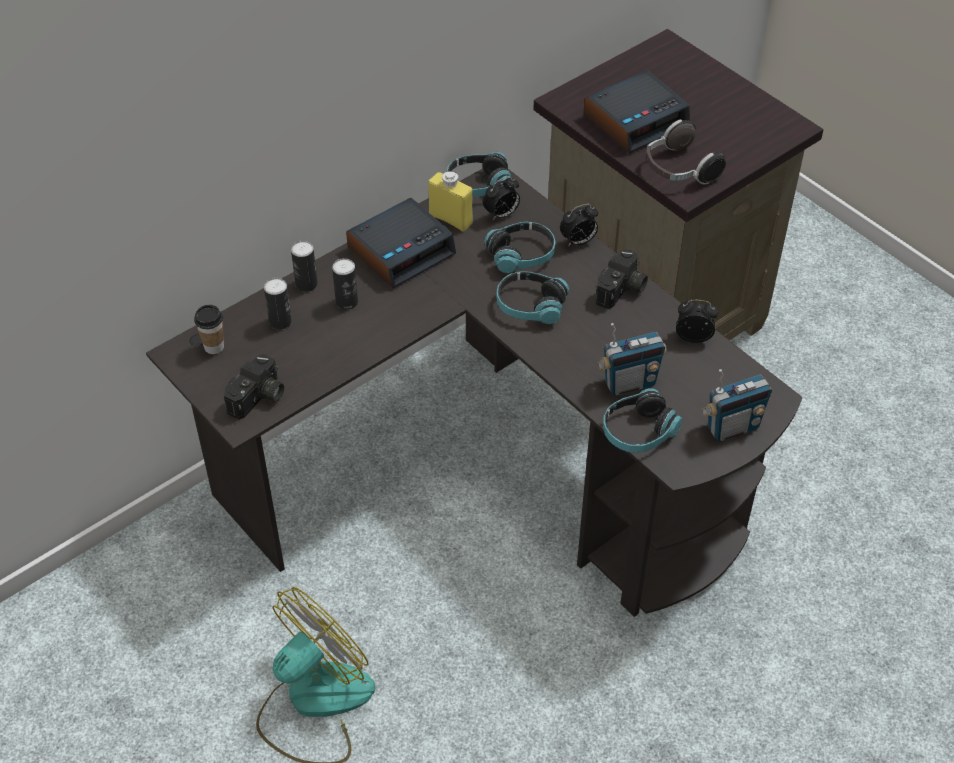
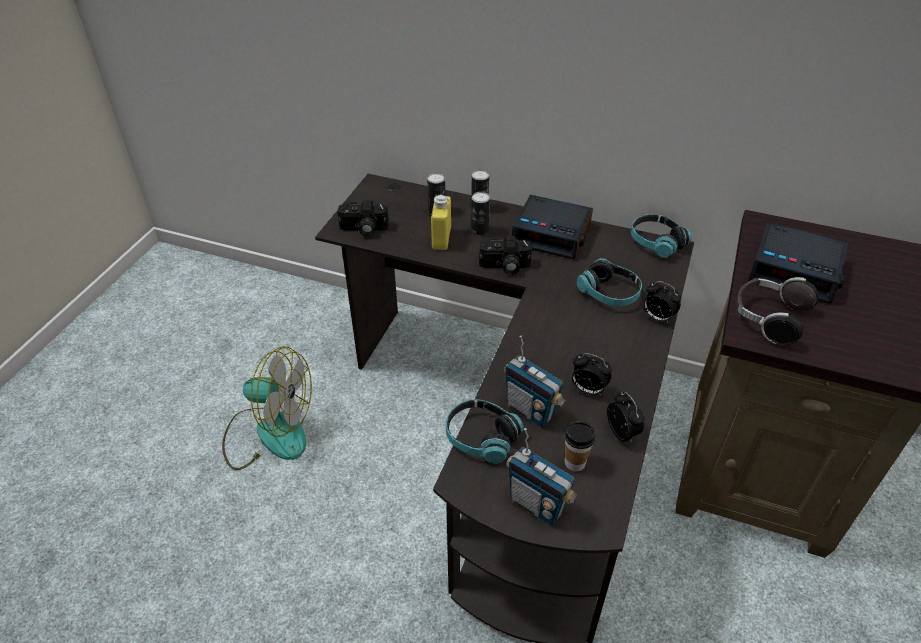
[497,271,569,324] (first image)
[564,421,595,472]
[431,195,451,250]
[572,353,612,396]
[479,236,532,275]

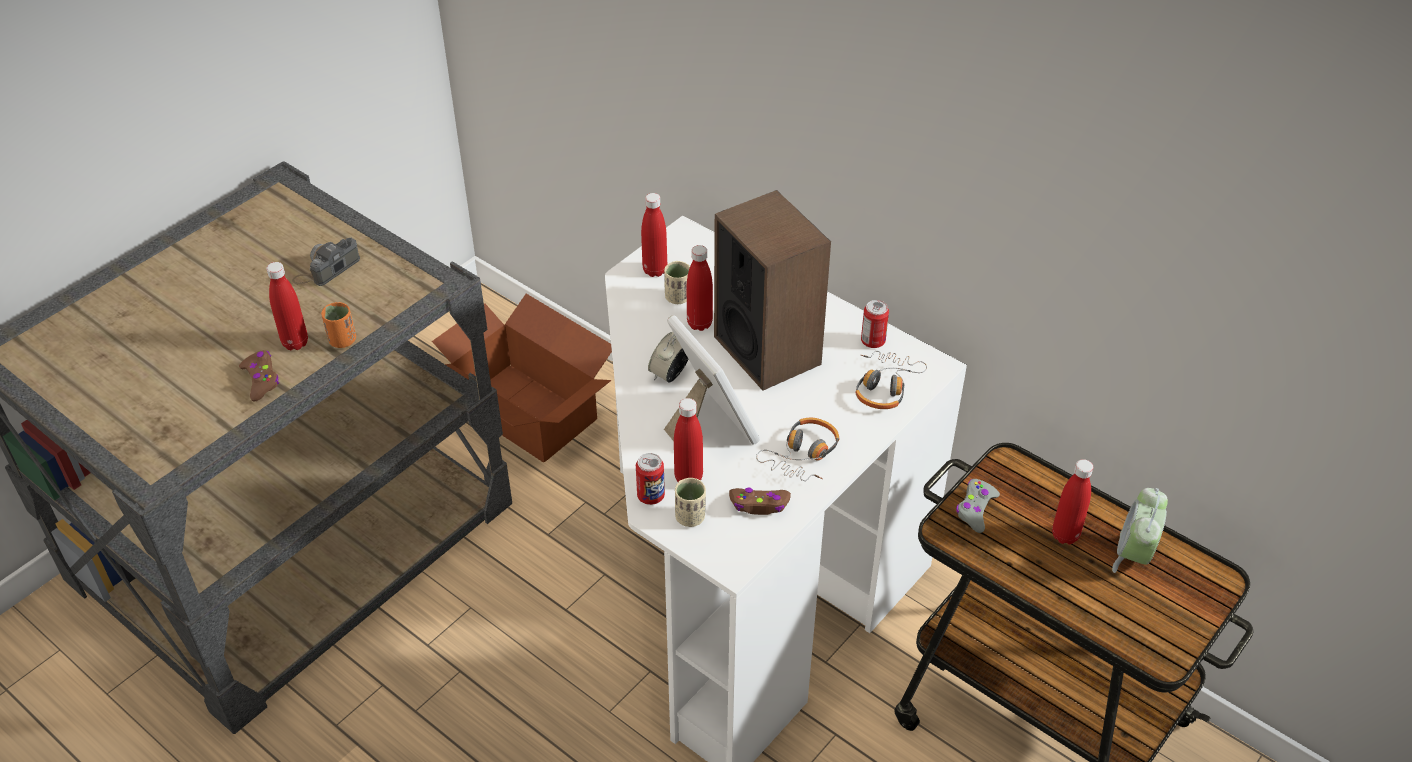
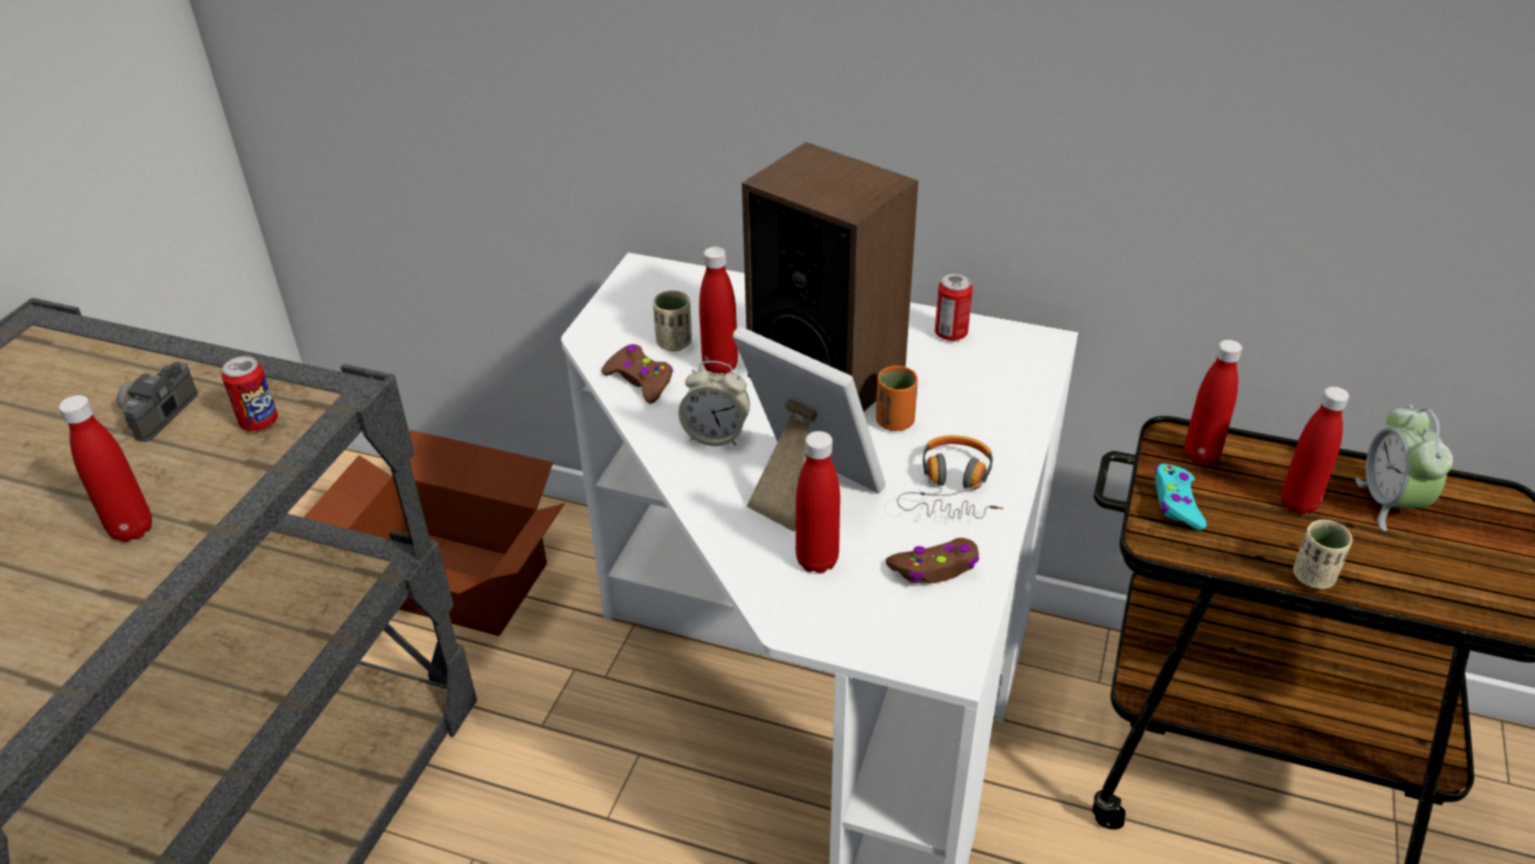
[855,351,927,409] (first image)
[601,344,673,404]
[876,366,918,431]
[221,356,278,431]
[1184,340,1242,465]
[1293,520,1353,589]
[1155,464,1207,530]
[679,361,750,446]

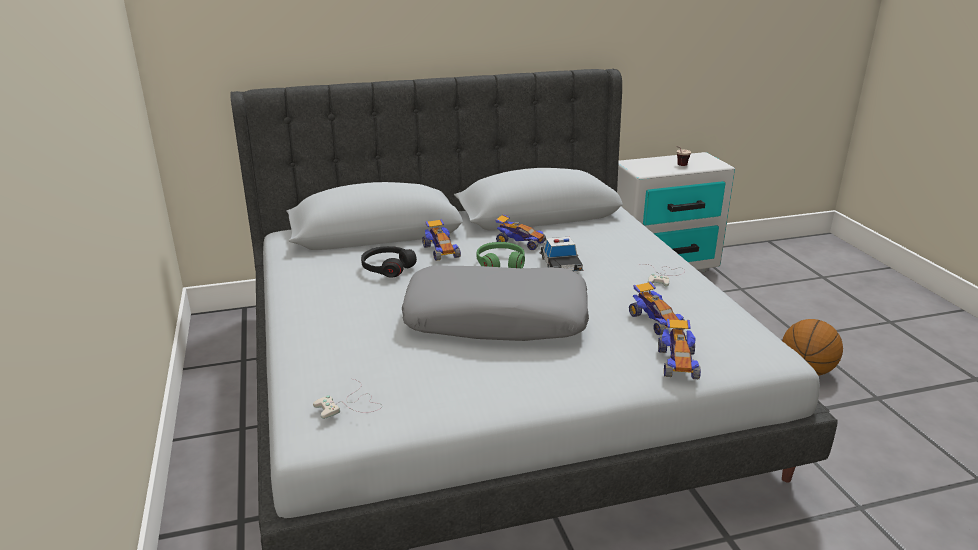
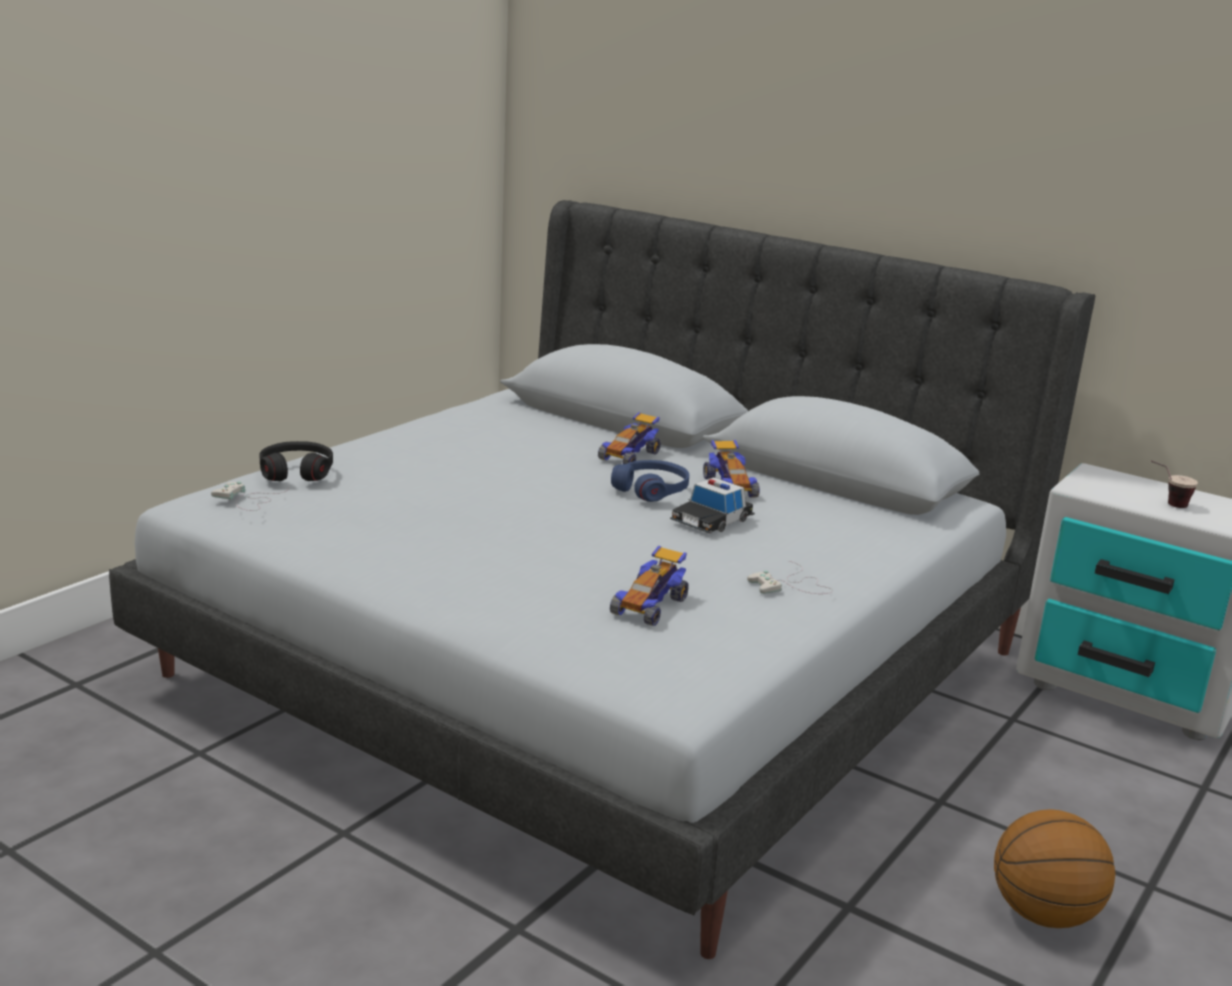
[402,265,589,341] (first image)
[658,319,701,379] (first image)
[260,441,333,481]
[611,460,689,502]

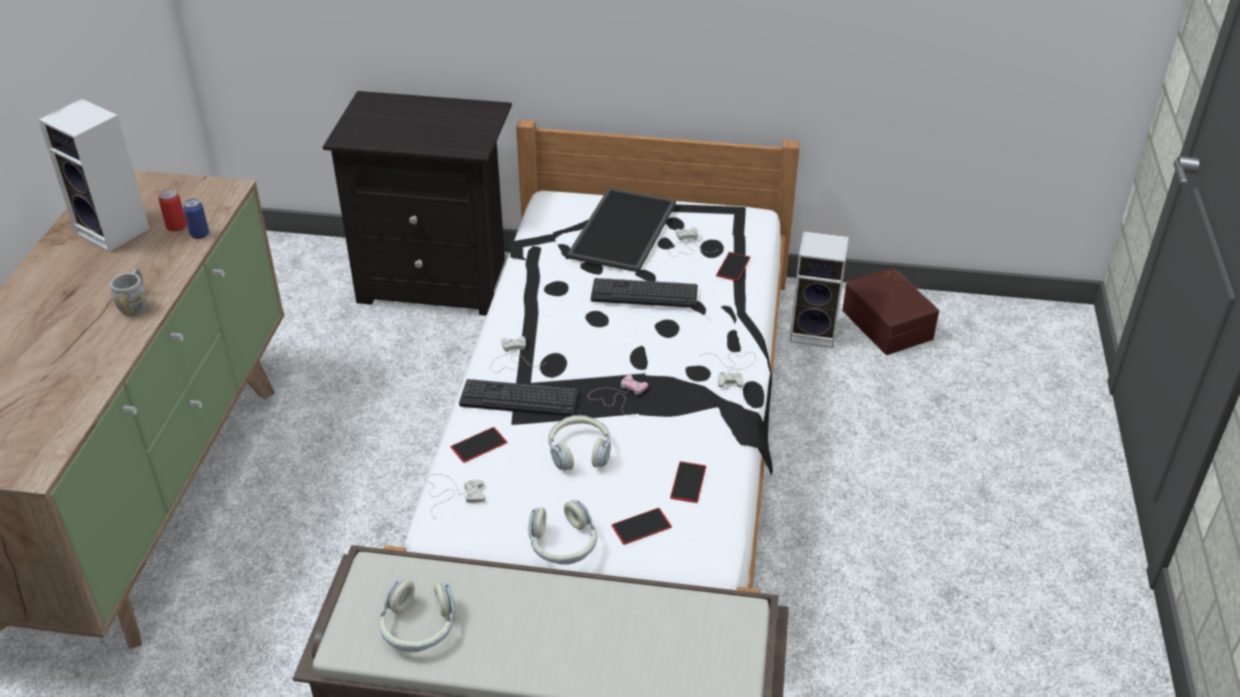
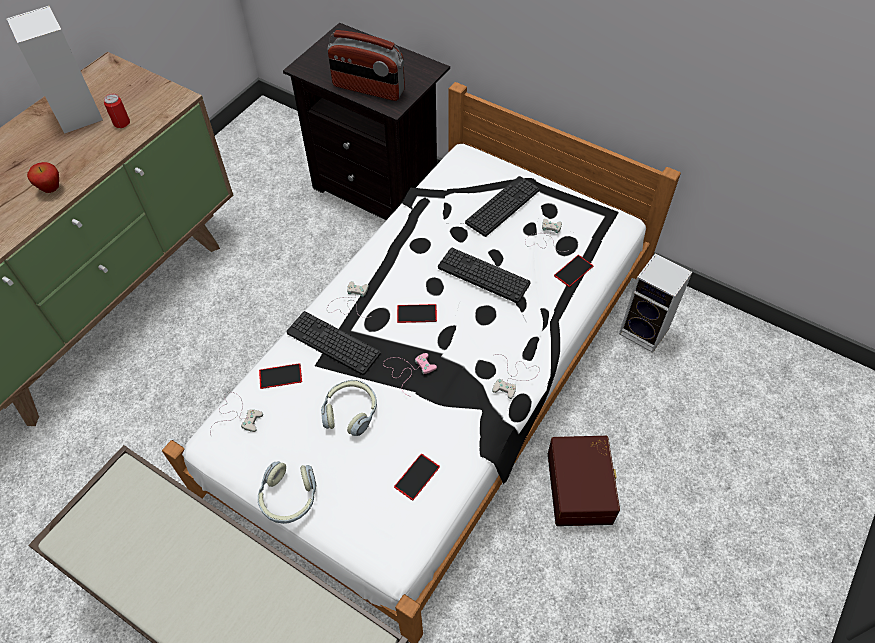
[183,198,209,239] (first image)
[379,579,455,652] (first image)
[327,30,405,101]
[397,304,437,323]
[548,436,620,526]
[27,162,59,193]
[465,176,539,237]

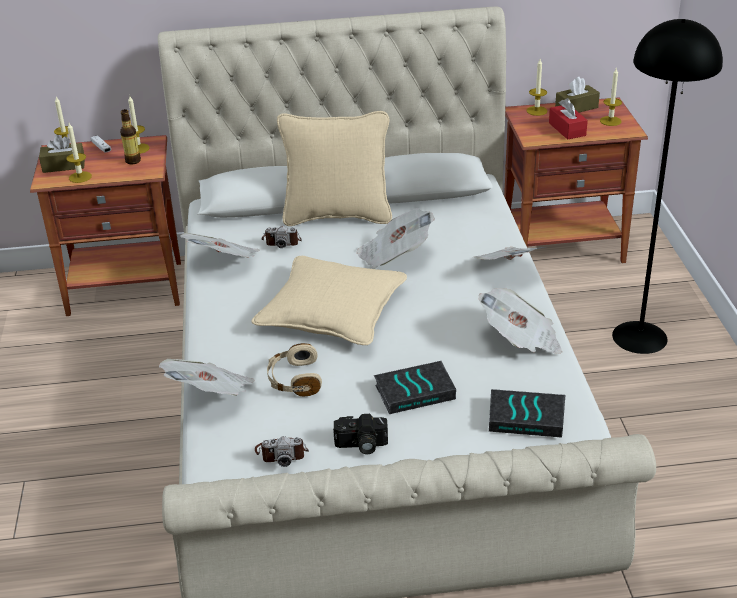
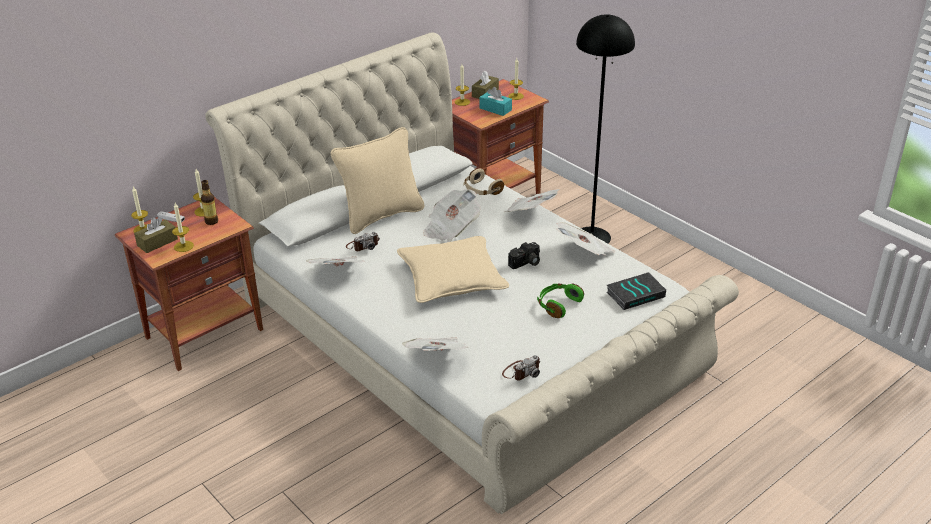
[464,169,504,195]
[508,242,540,269]
[537,284,584,318]
[479,87,512,116]

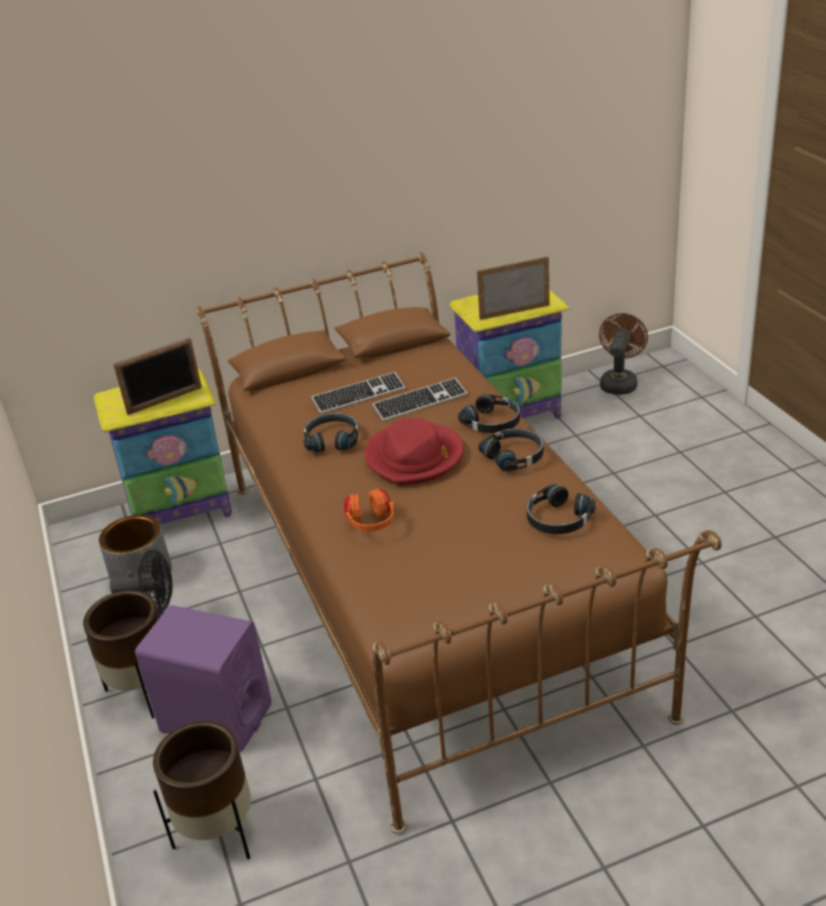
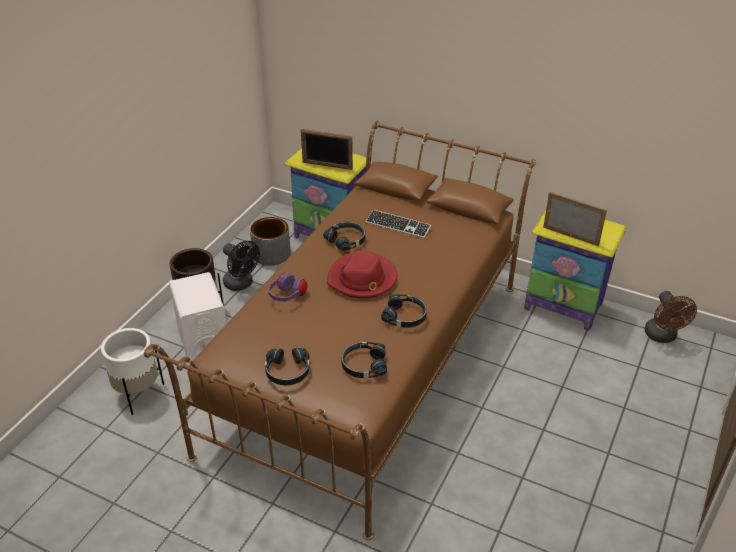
[372,378,467,421] (first image)
[265,348,309,385]
[169,272,227,365]
[101,328,164,415]
[268,272,307,302]
[645,291,697,343]

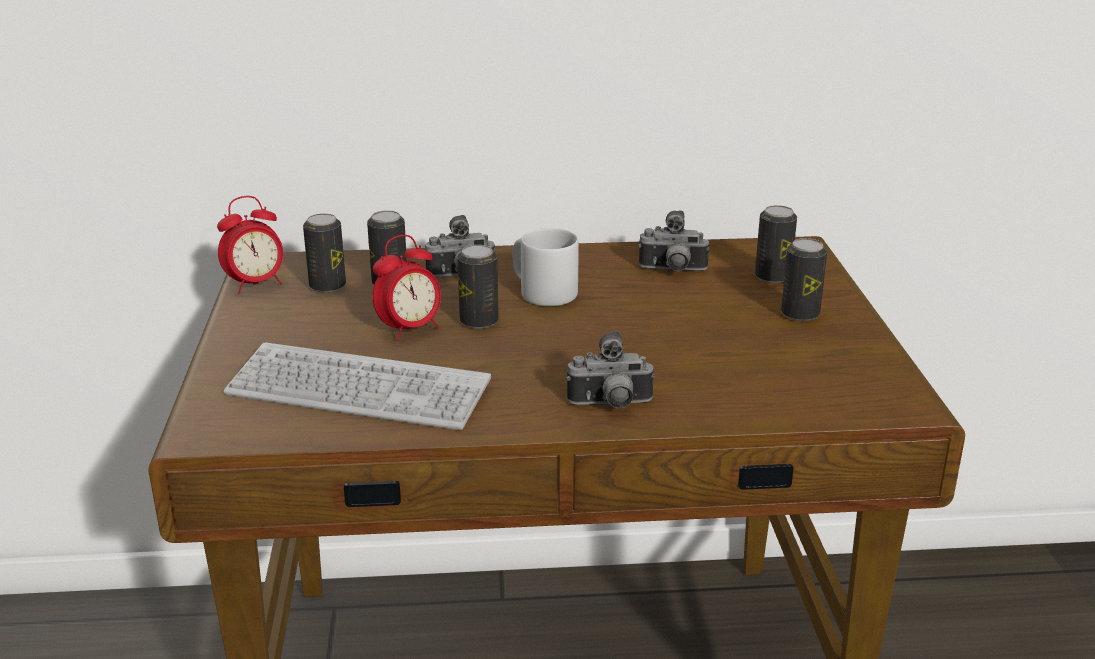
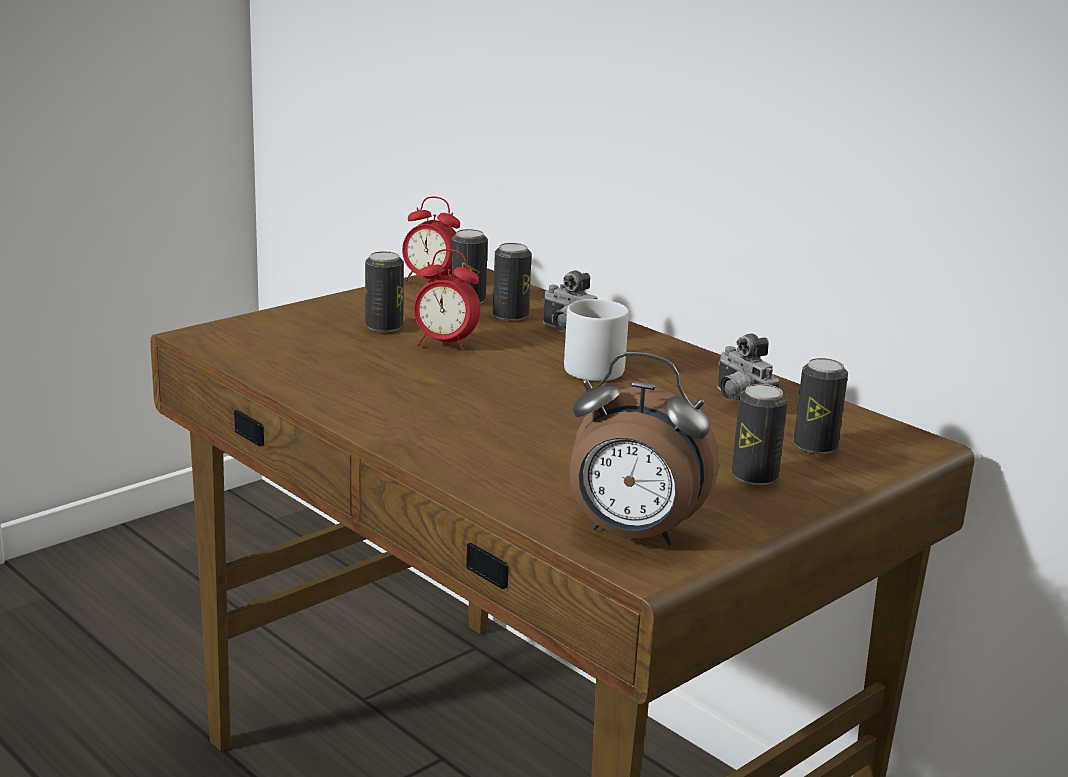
[224,342,491,430] (first image)
[567,331,655,408] (first image)
[570,352,719,545]
[365,251,404,332]

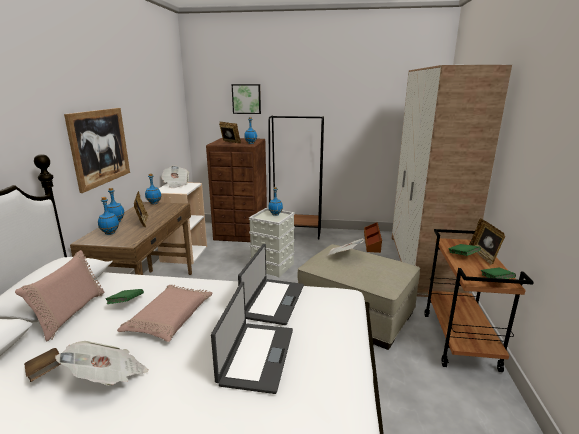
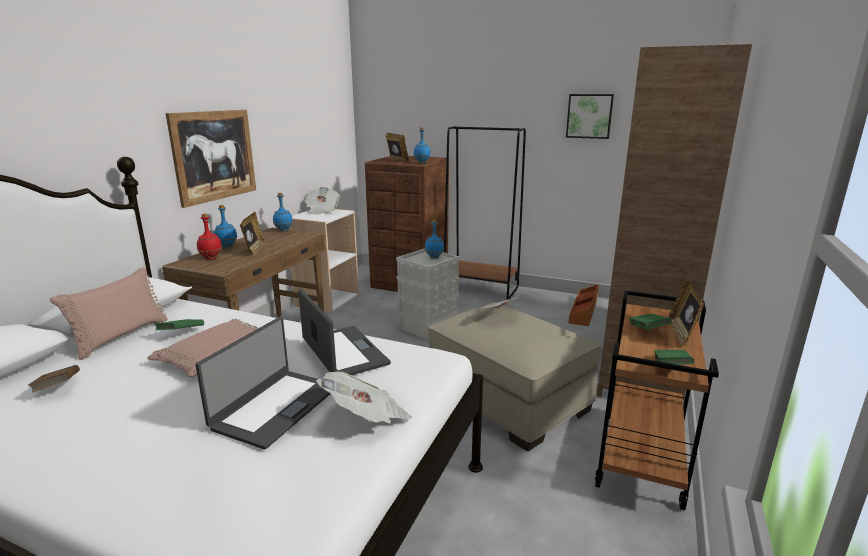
[316,371,412,423]
[566,94,614,139]
[197,213,222,260]
[298,289,391,375]

